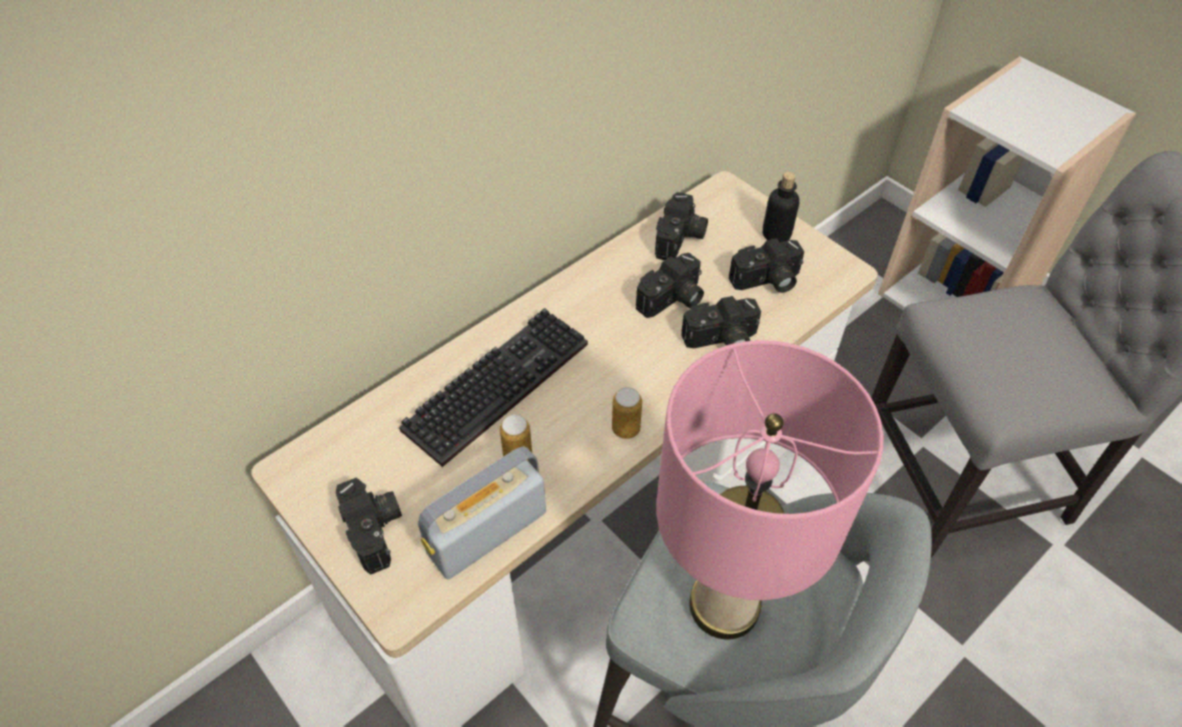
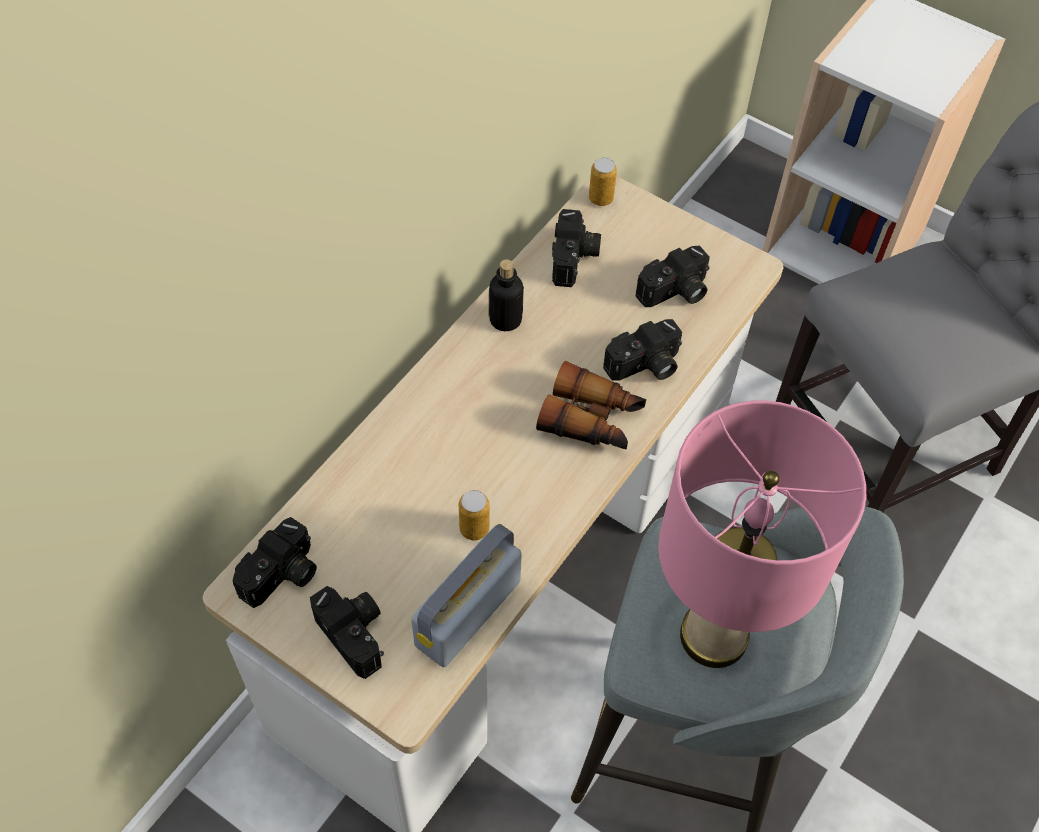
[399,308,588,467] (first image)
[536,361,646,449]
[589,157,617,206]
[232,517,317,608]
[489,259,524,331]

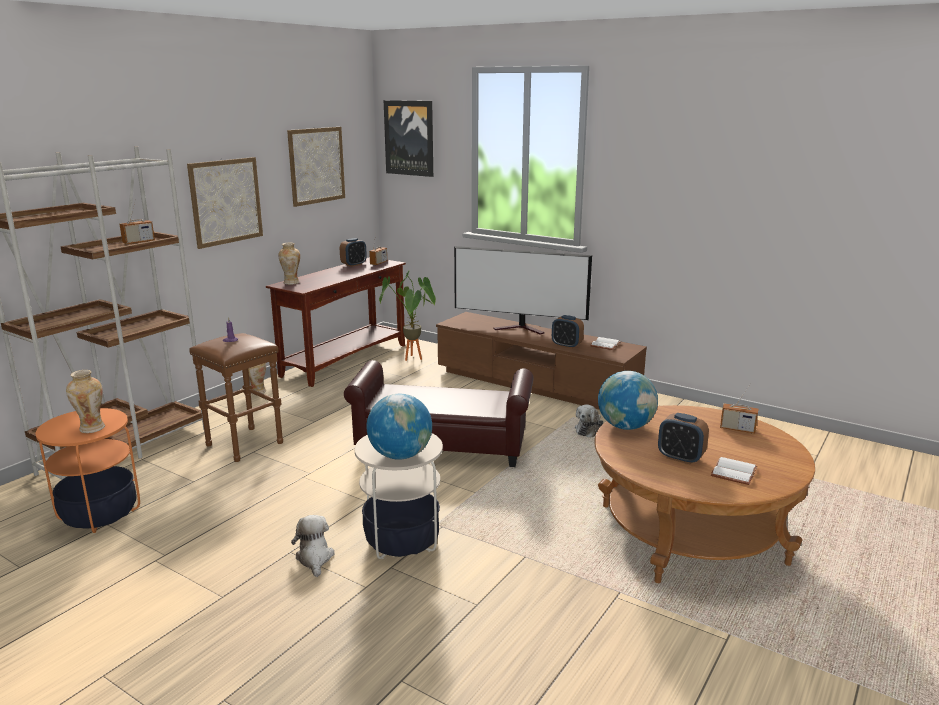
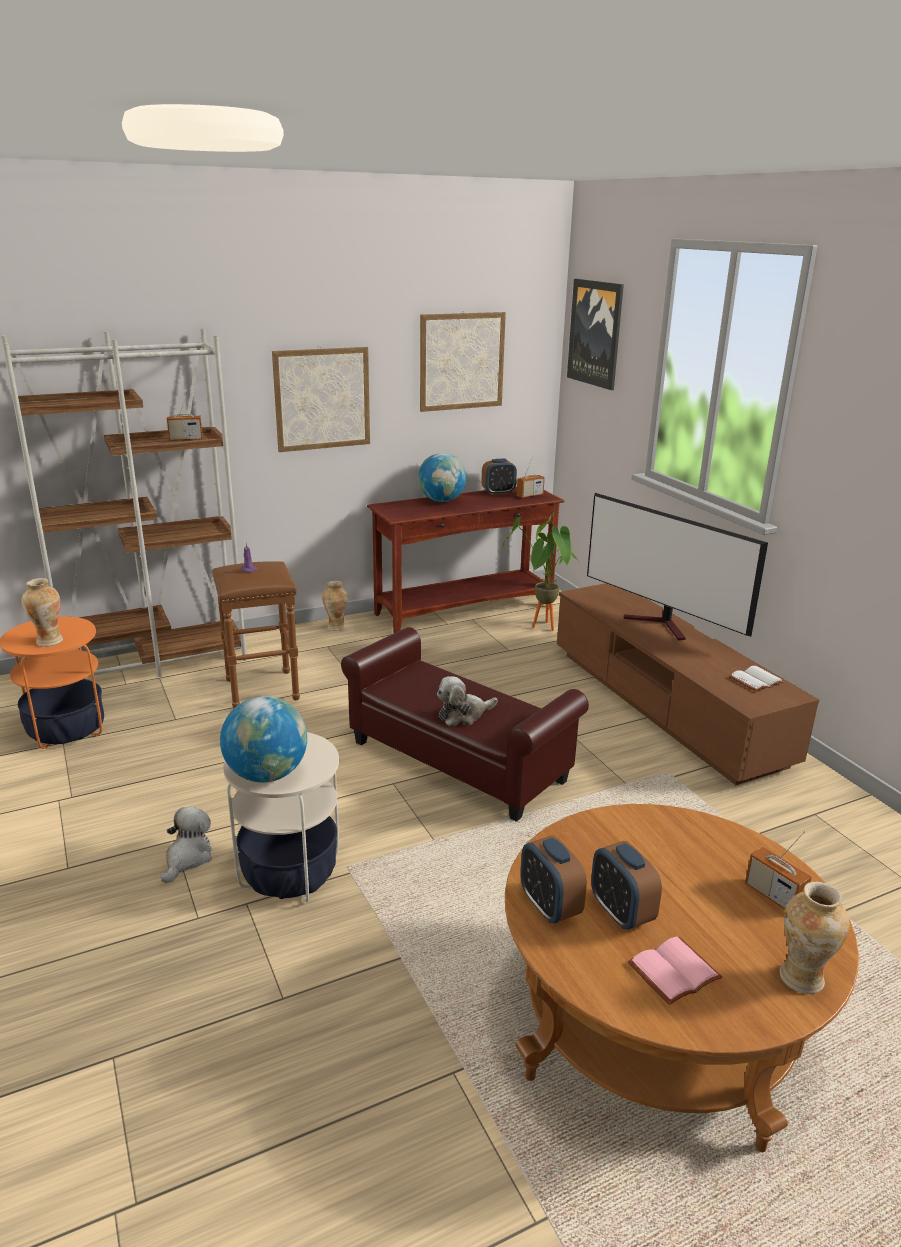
[780,881,850,994]
[520,835,587,923]
[437,676,498,726]
[418,453,466,502]
[628,937,722,1005]

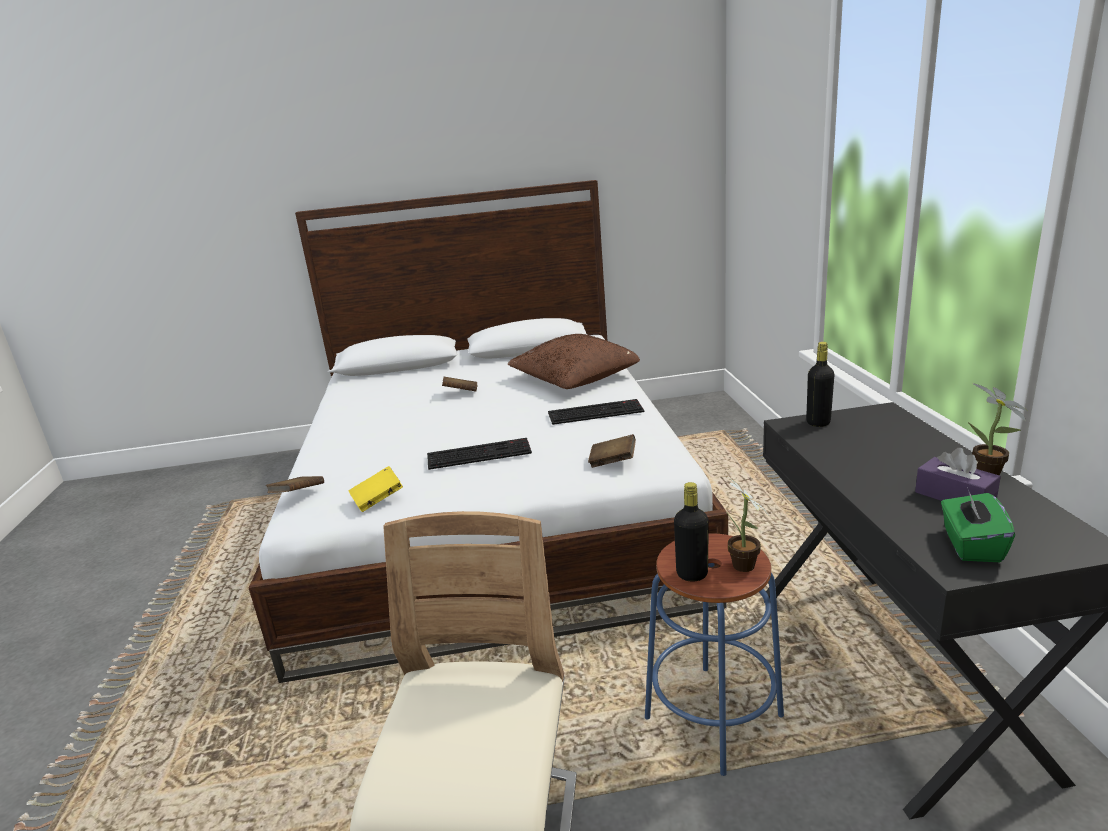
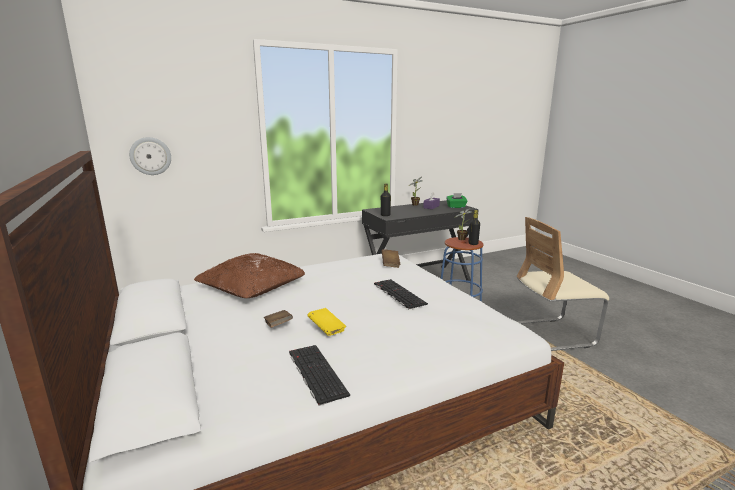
[266,476,324,493] (first image)
[129,137,171,175]
[307,308,346,336]
[289,345,350,406]

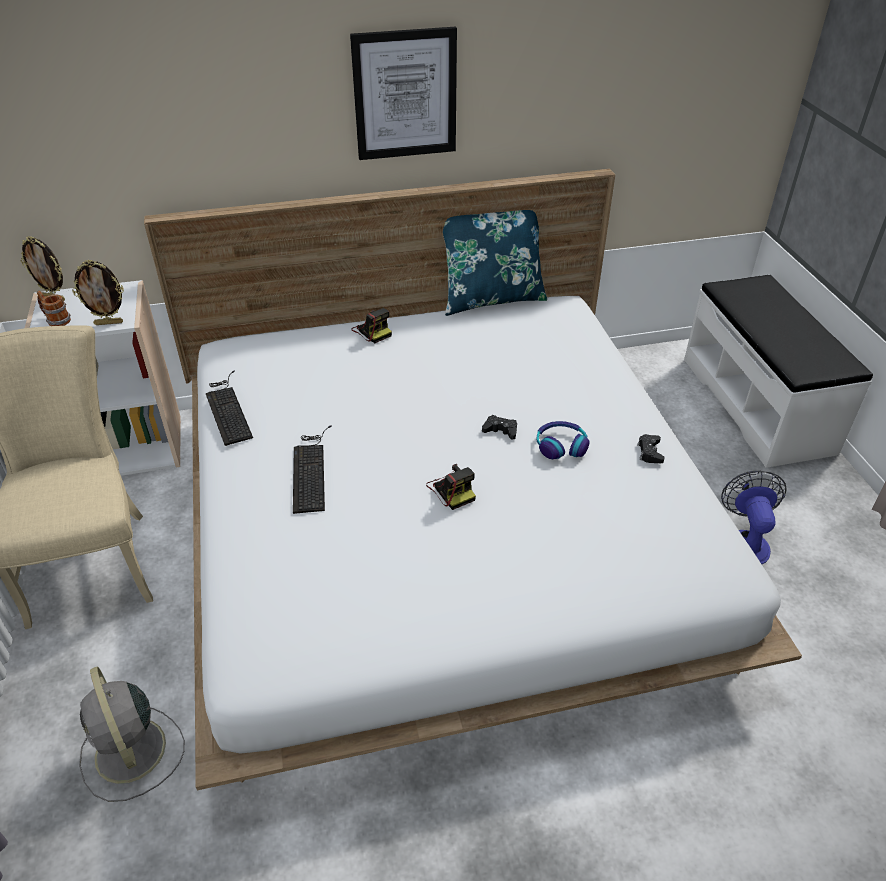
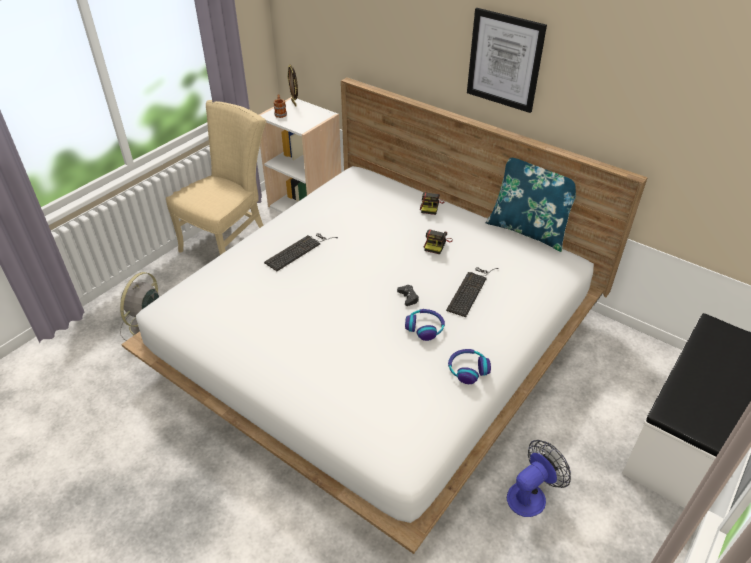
[72,260,124,325] (first image)
[446,267,499,317]
[424,229,453,254]
[448,349,491,384]

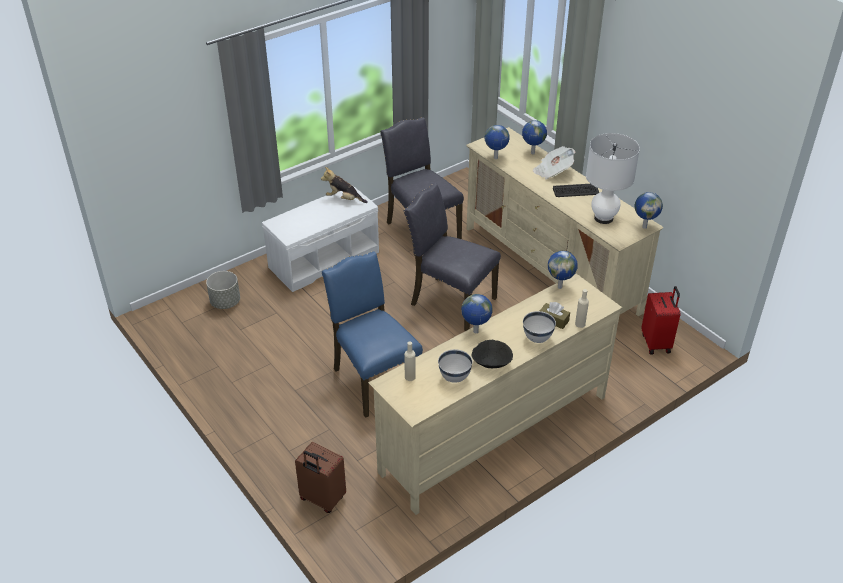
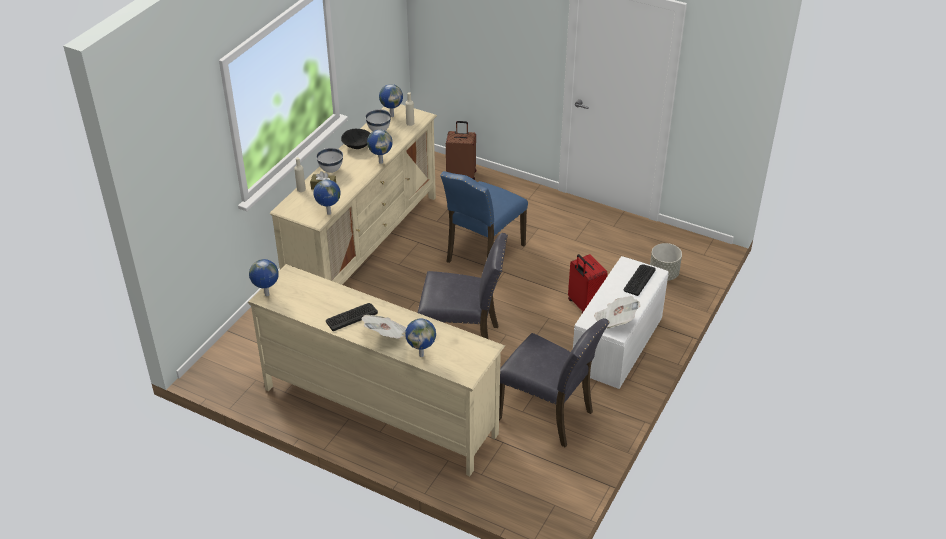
[586,133,640,224] (first image)
[624,264,656,296]
[379,84,403,117]
[568,254,607,313]
[594,296,640,329]
[440,171,528,263]

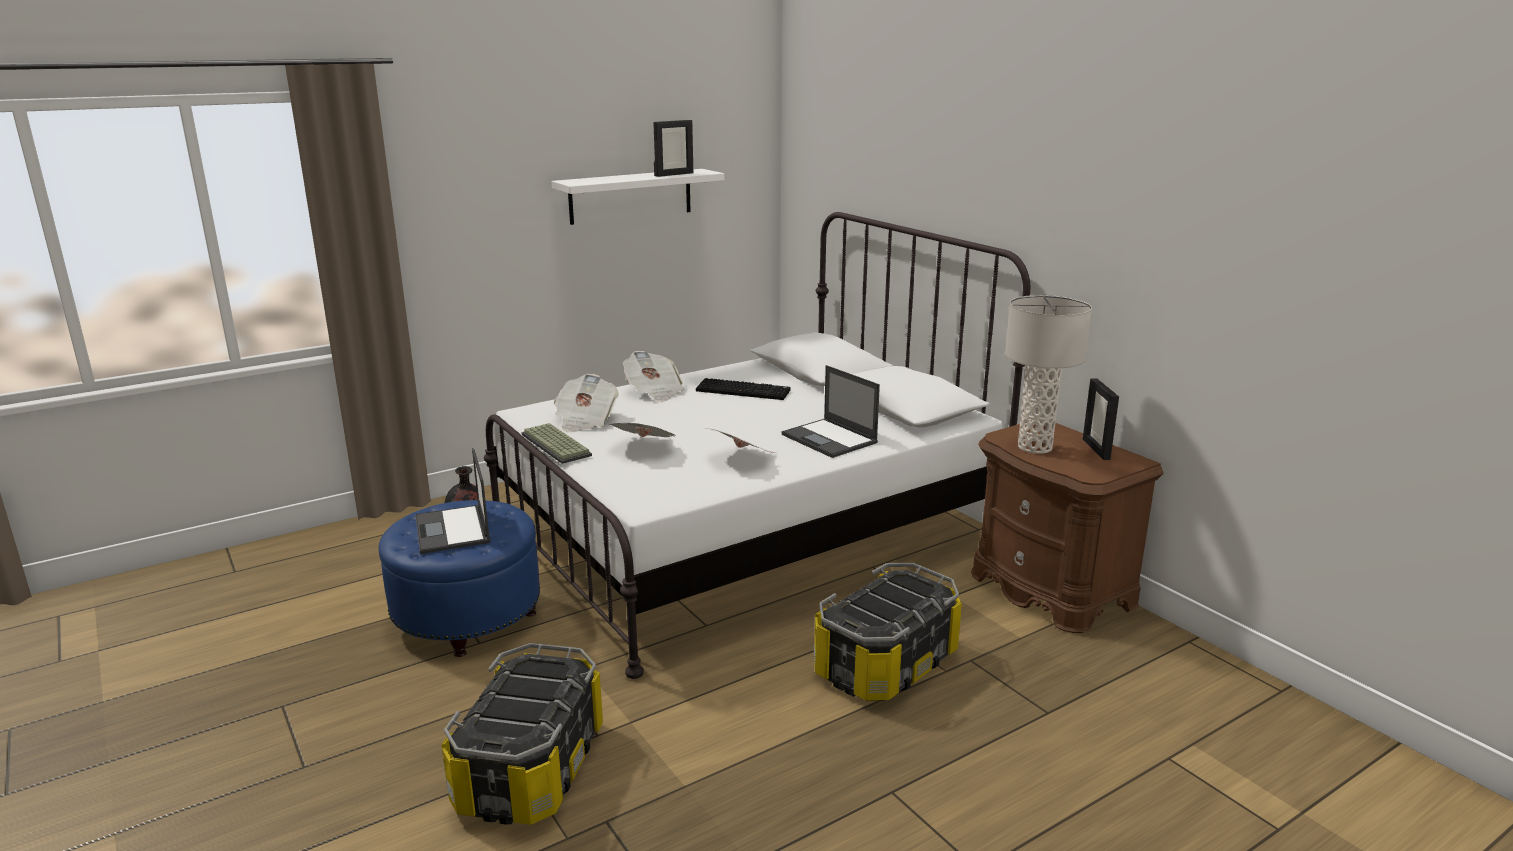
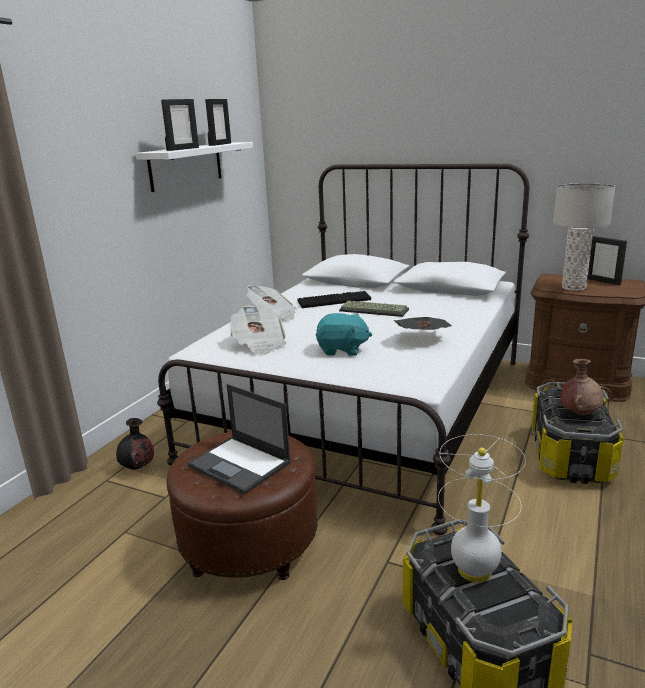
[782,365,880,458] (first image)
[161,99,199,151]
[438,434,526,582]
[561,359,603,415]
[339,301,409,317]
[316,313,372,356]
[167,431,318,580]

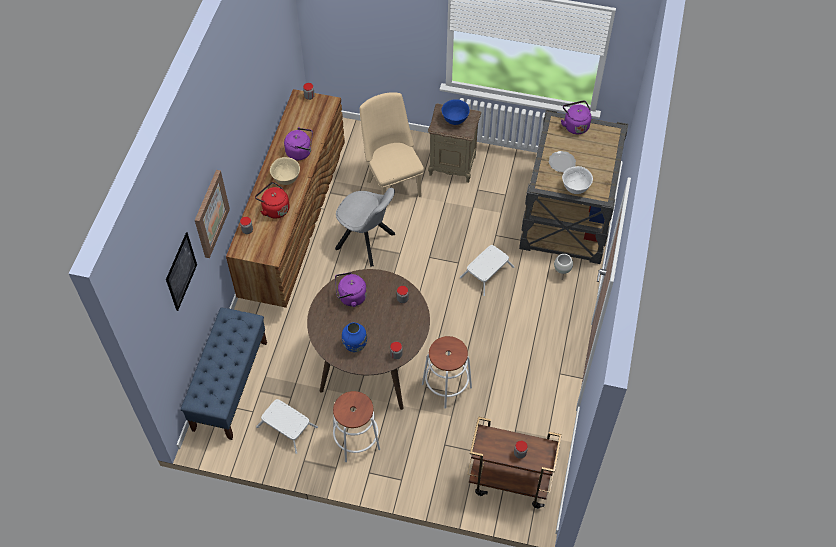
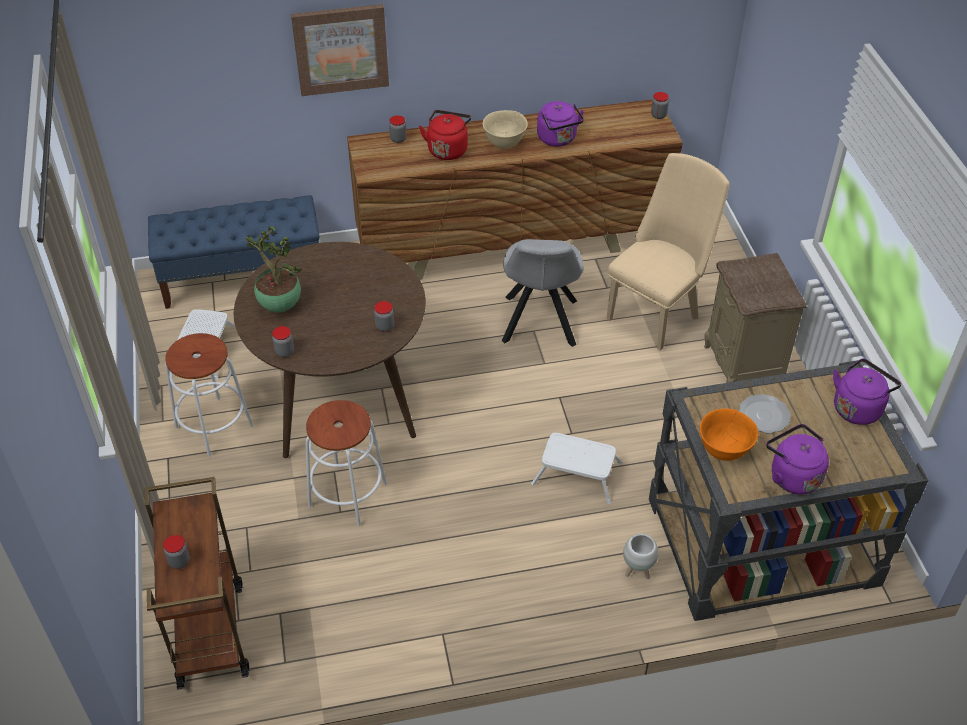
[166,232,197,311] (first image)
[442,99,470,125] (first image)
[766,424,829,494]
[246,226,302,313]
[700,408,759,461]

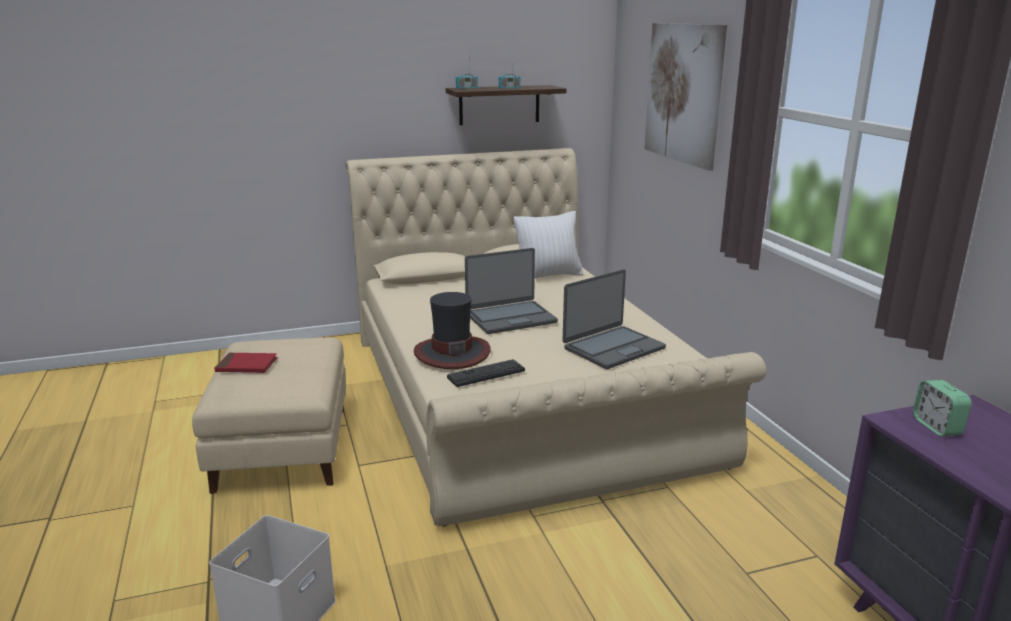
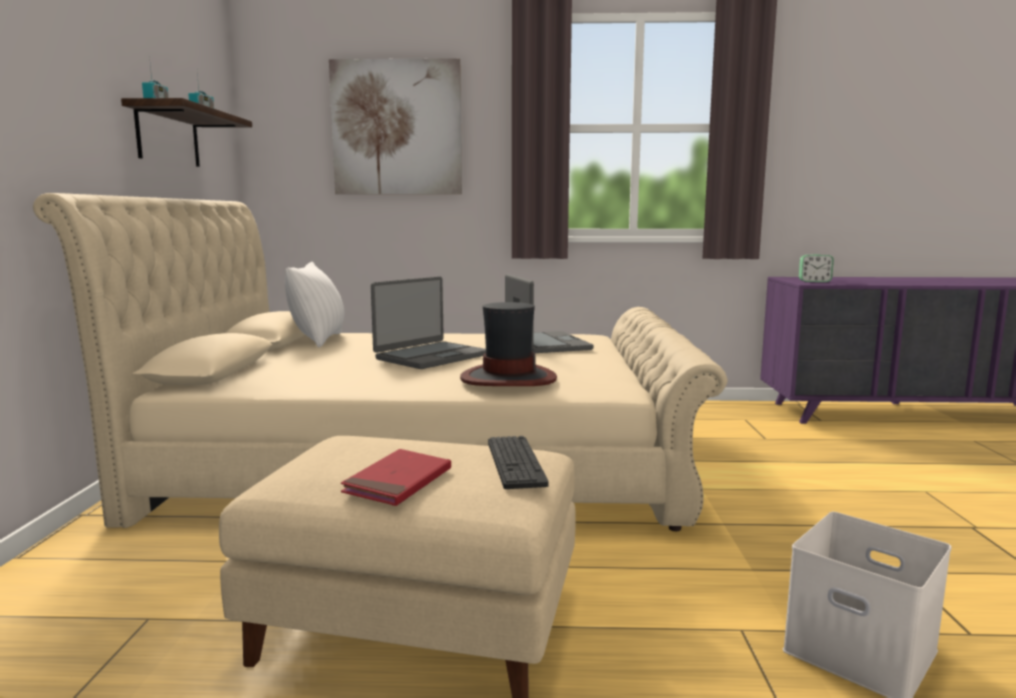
[488,436,549,489]
[371,277,486,369]

